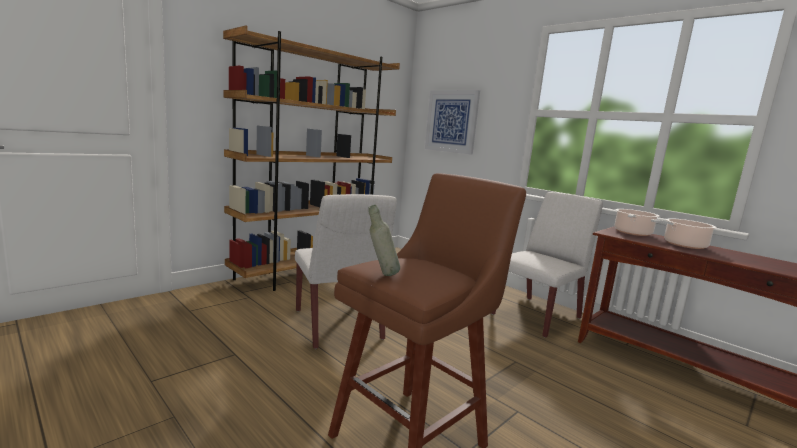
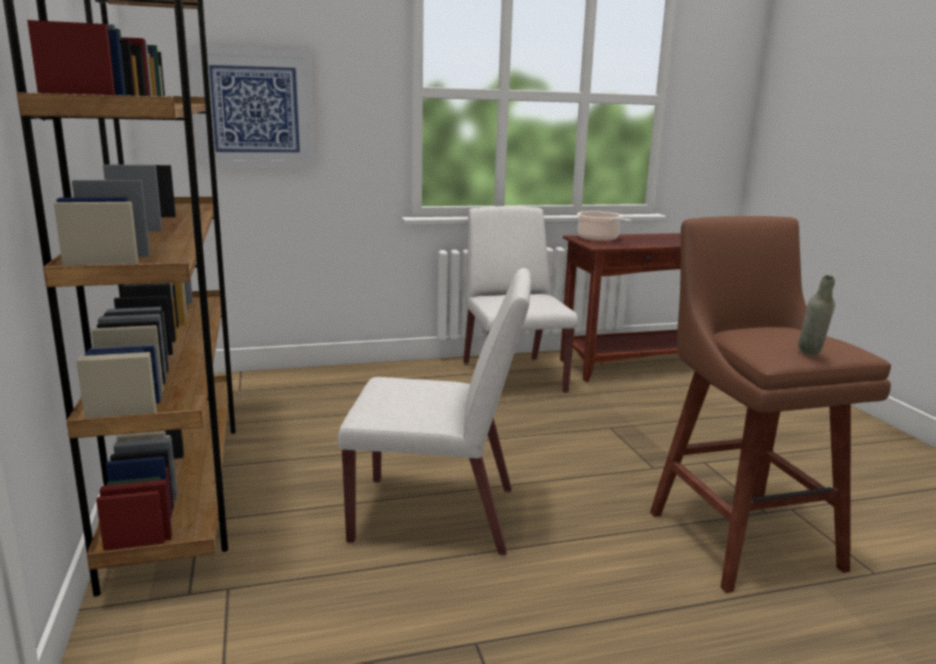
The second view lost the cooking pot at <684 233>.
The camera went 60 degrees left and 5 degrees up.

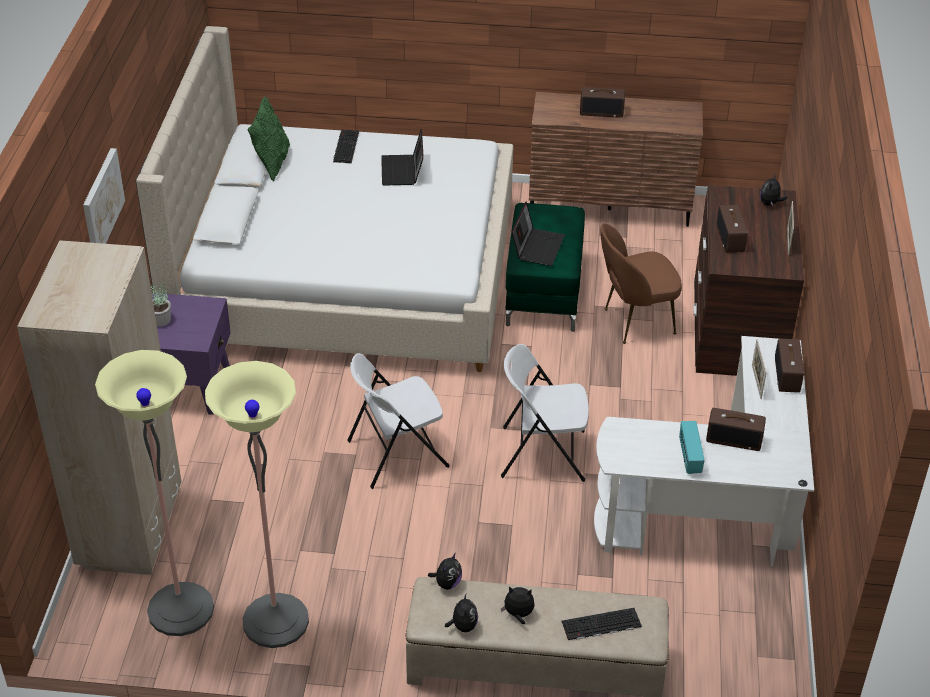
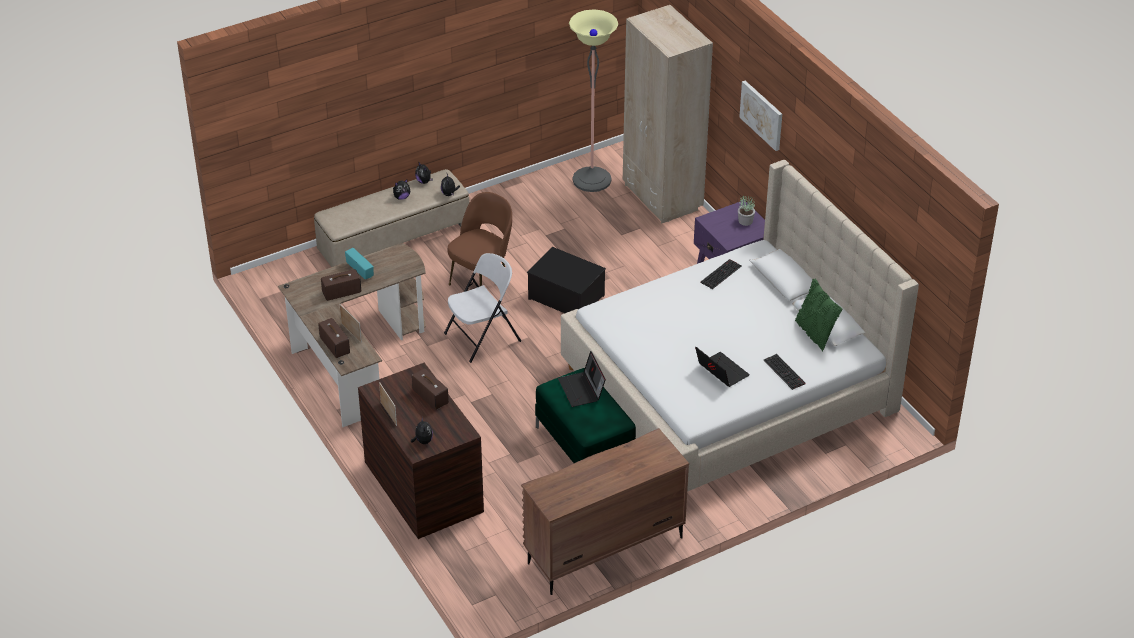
The second view lost the floor lamp at <257 504>.
Where the white chair stood at <398 421>, the storage box came to stand at <566 280>.
The keyboard ended up elsewhere, having gone from <601 624> to <721 274>.
The second view lost the radio at <602 102>.
What was the white desk at <704 451> turned into the brown desk at <352 335>.
The brown chair ended up elsewhere, having gone from <641 283> to <479 239>.
The camera went 145 degrees right and 0 degrees up.

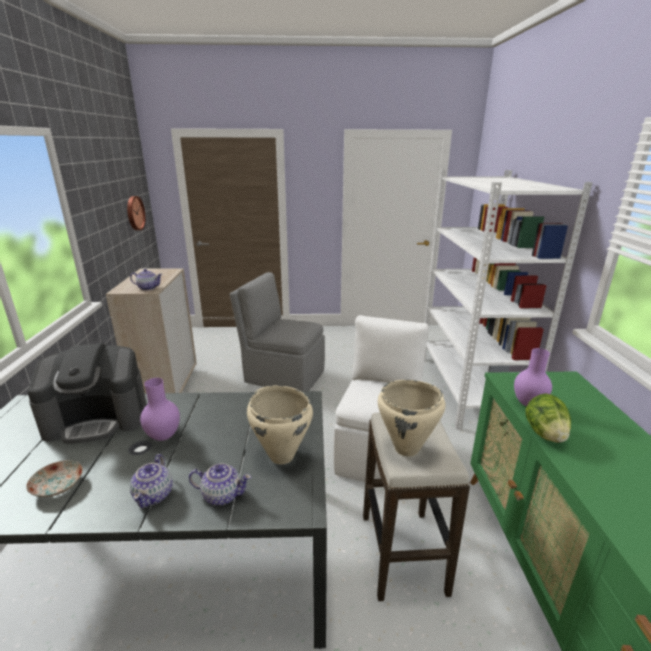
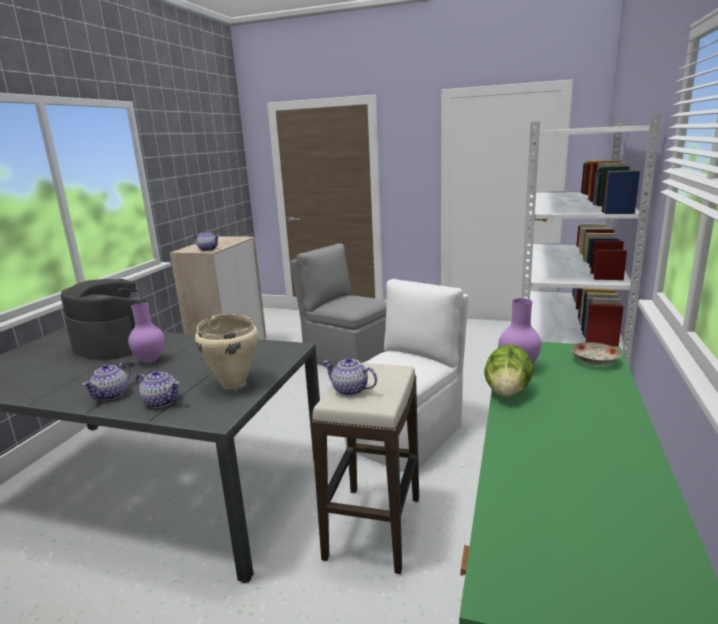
The plate ended up elsewhere, having gone from <54 478> to <596 353>.
The coffee machine at <87 393> ended up facing another way, 150 degrees counterclockwise from before.
The second view lost the wall clock at <136 213>.
Where the beige cooking pot stood at <411 418>, the teapot came to stand at <350 376>.
The camera went 20 degrees right and 5 degrees down.

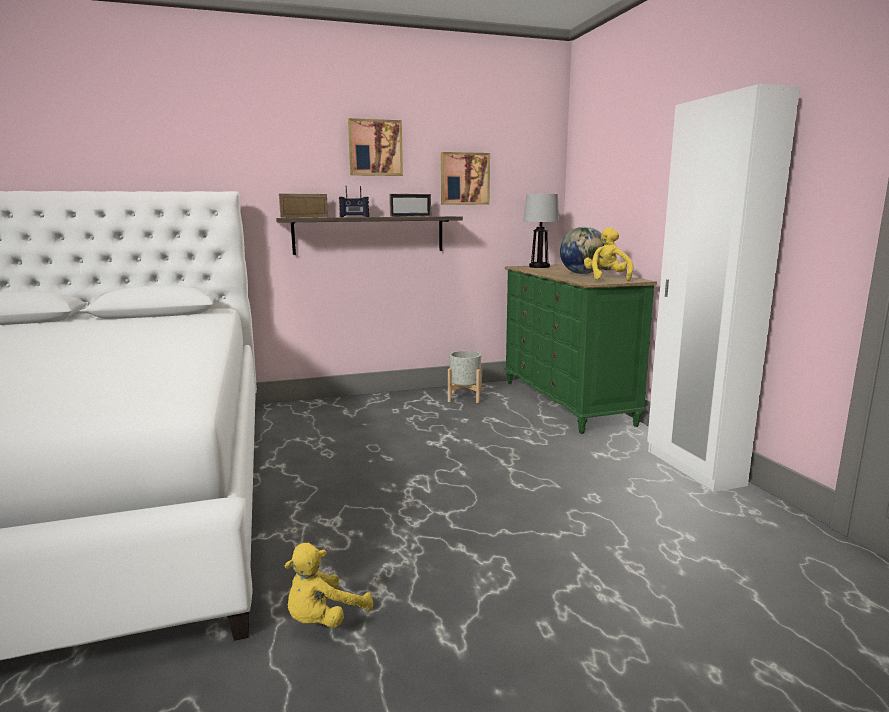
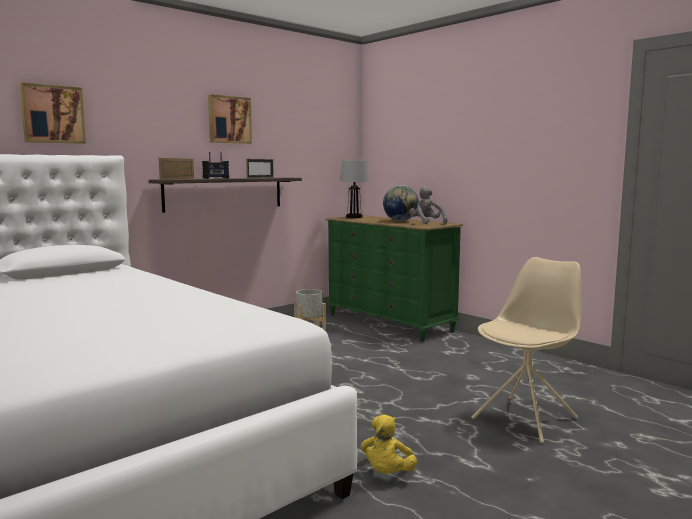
The picture ended up elsewhere, having gone from <465 178> to <53 113>.
What was the yellow plush toy at <608 254> turned into the grey plush toy at <428 205>.
The second view lost the white wardrobe at <723 288>.
The second view gained the beige chair at <526 350>.
The camera went 25 degrees left and 5 degrees down.

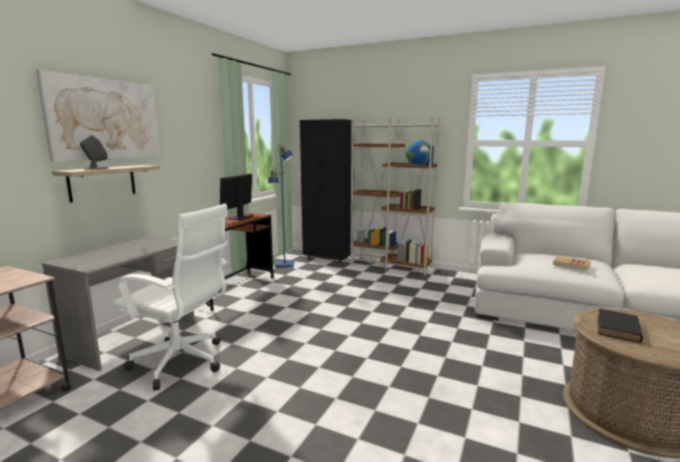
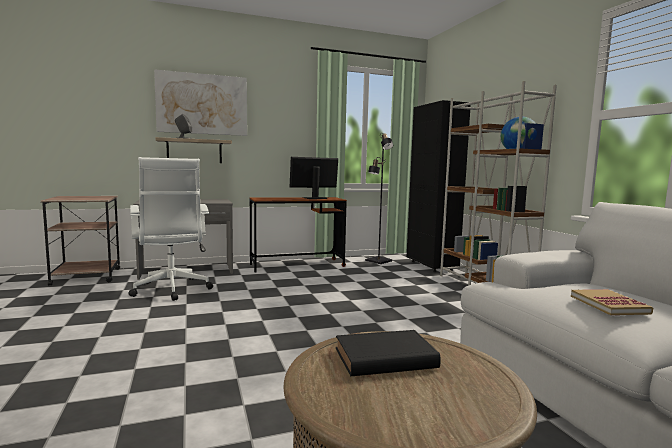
What was the blue floor lamp at <281 206> turned into the black floor lamp at <379 198>.
The camera went 45 degrees right and 5 degrees down.

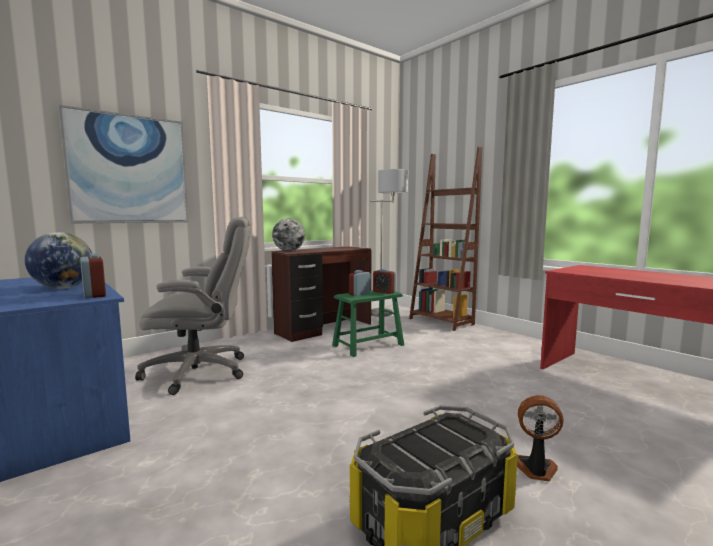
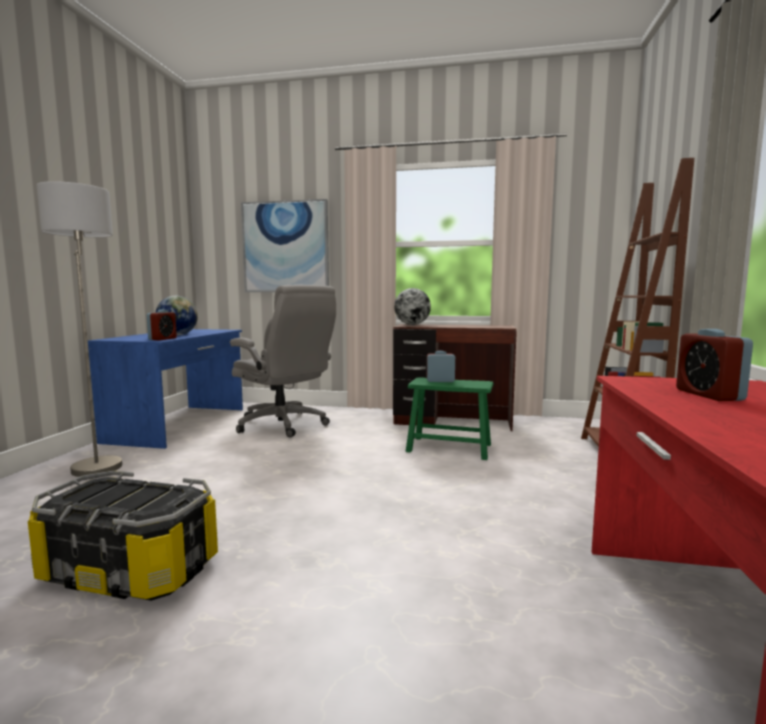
The grey floor lamp ended up elsewhere, having gone from <389 243> to <79 329>.
The alarm clock ended up elsewhere, having gone from <384 281> to <714 365>.
The second view lost the fan at <540 438>.
The camera went 50 degrees right and 0 degrees up.

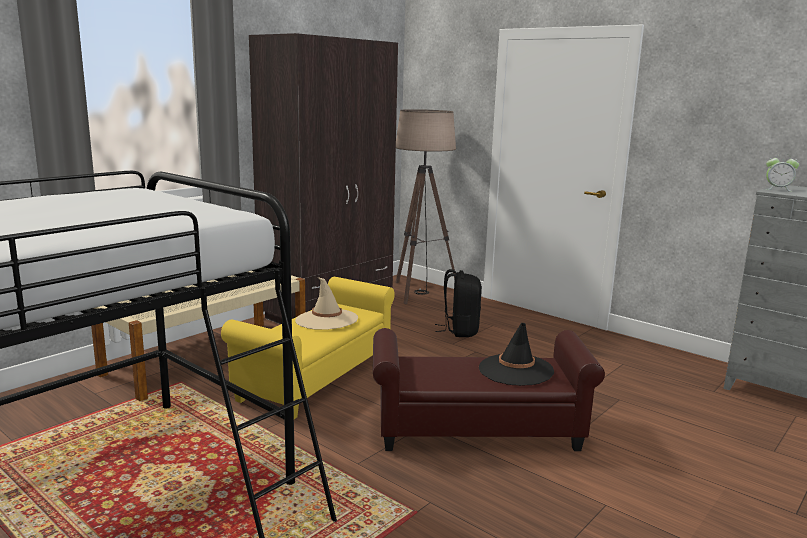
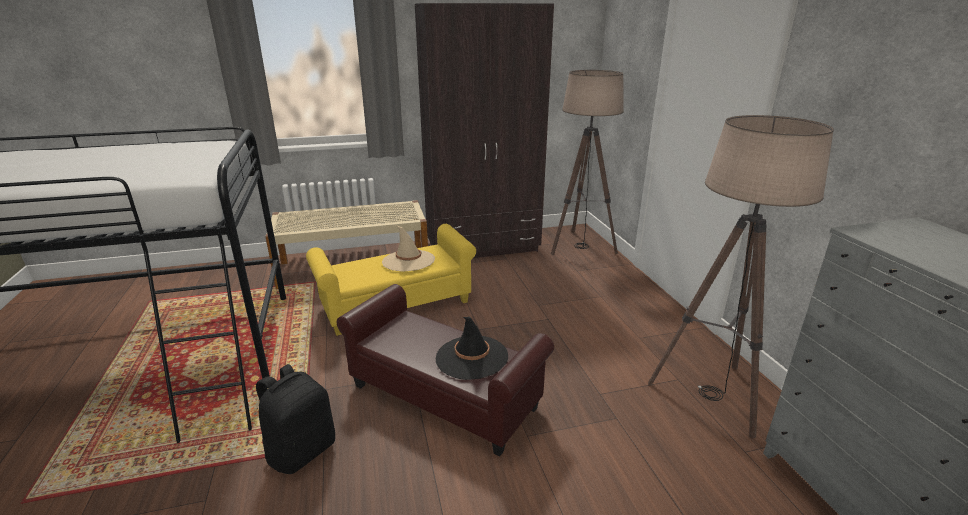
The black backpack ended up elsewhere, having gone from <458 303> to <295 419>.
The second view lost the alarm clock at <782 173>.
The second view gained the floor lamp at <741 277>.
The camera went 35 degrees right and 10 degrees up.

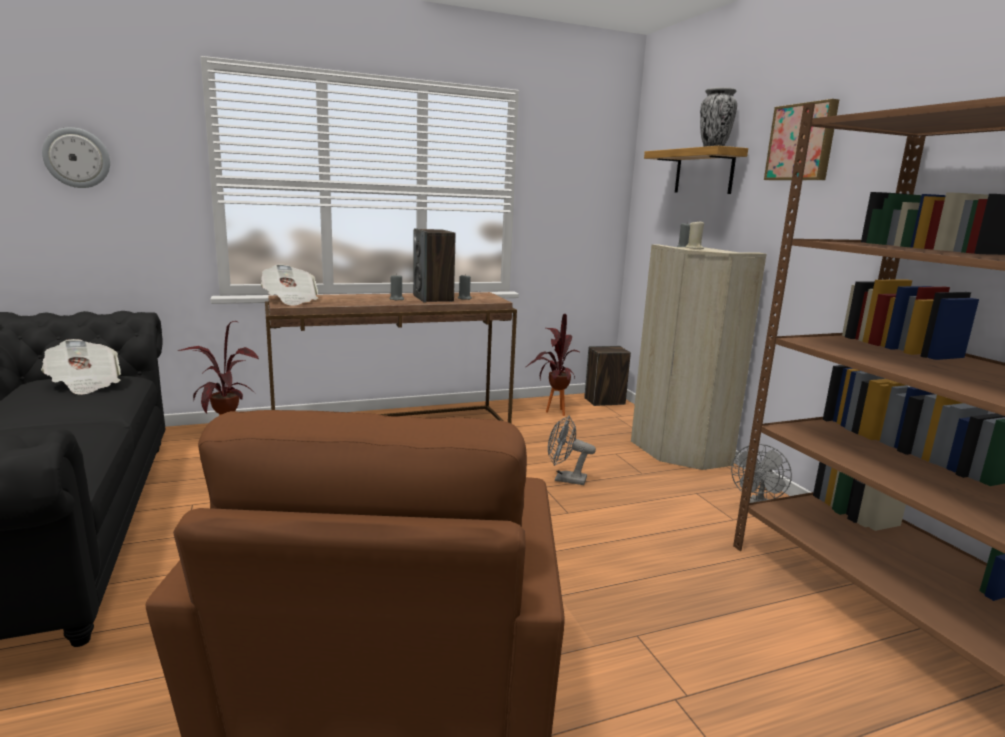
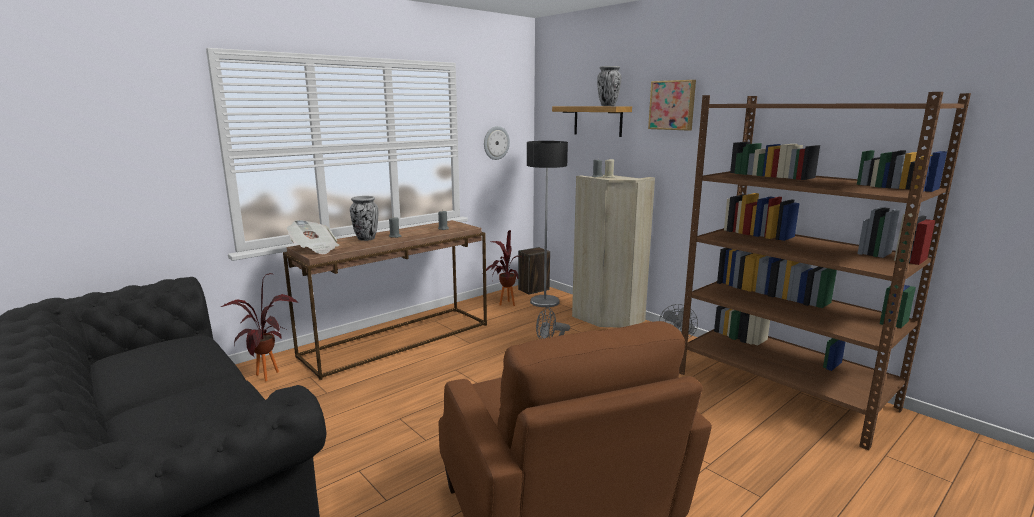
The second view lost the newspaper at <81 367>.
The wall clock ended up elsewhere, having gone from <76 157> to <497 143>.
The second view lost the speaker at <434 265>.
The second view gained the vase at <364 218>.
The second view gained the floor lamp at <547 224>.
The camera went 20 degrees left and 0 degrees up.

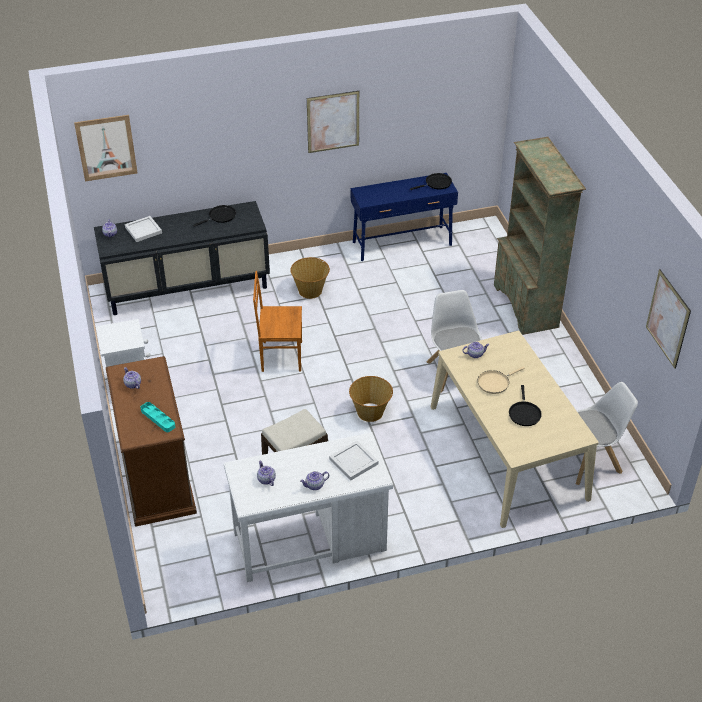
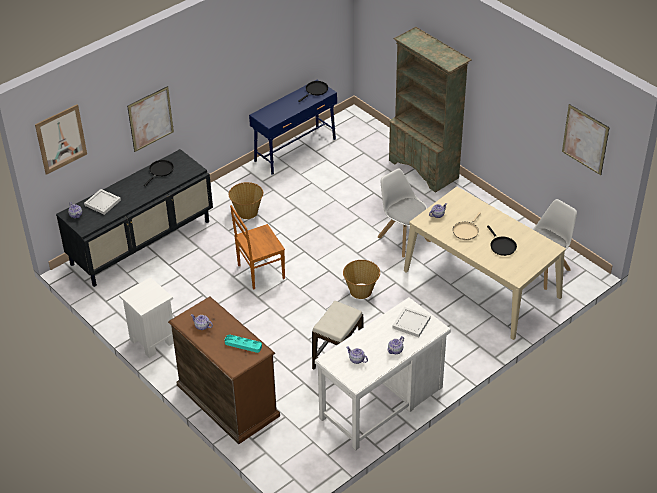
The picture ended up elsewhere, having gone from <333 122> to <150 119>.
The camera went 25 degrees left and 0 degrees up.

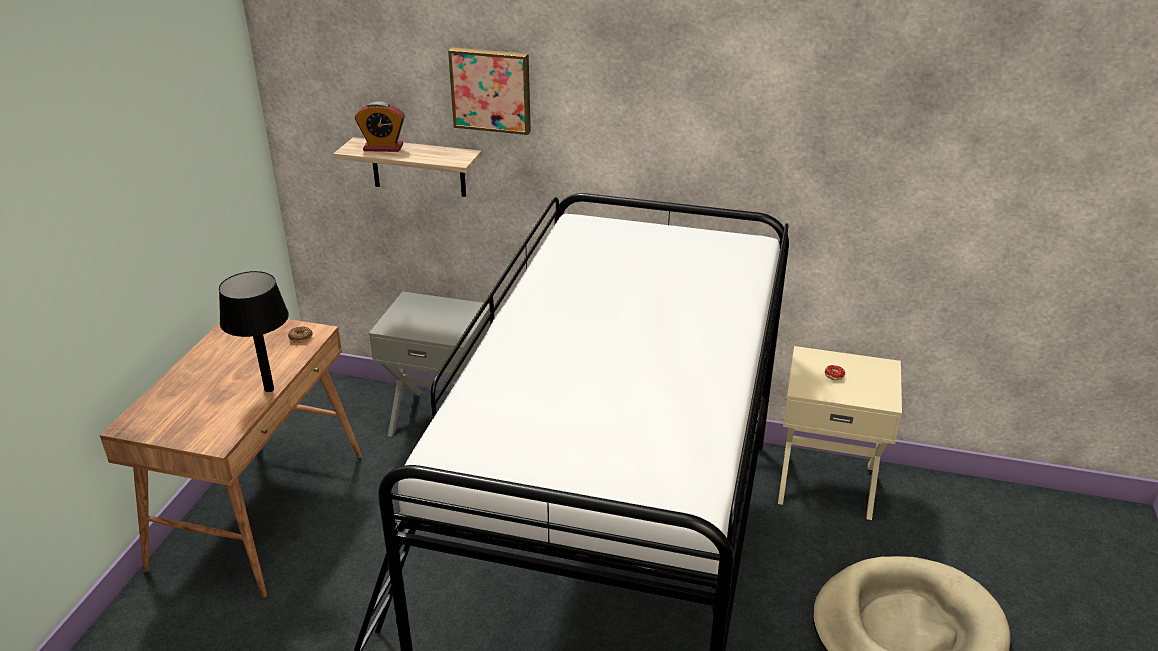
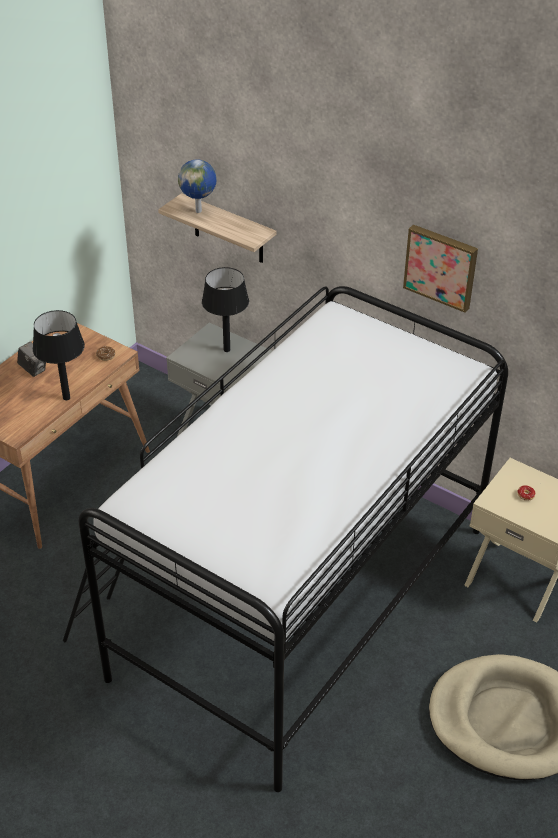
Where the alarm clock stood at <380 126>, the globe came to stand at <197 186>.
The picture ended up elsewhere, having gone from <489 91> to <440 269>.
The second view gained the photo camera at <31 359>.
The second view gained the black table lamp at <225 309>.
The camera went 20 degrees right and 10 degrees up.

